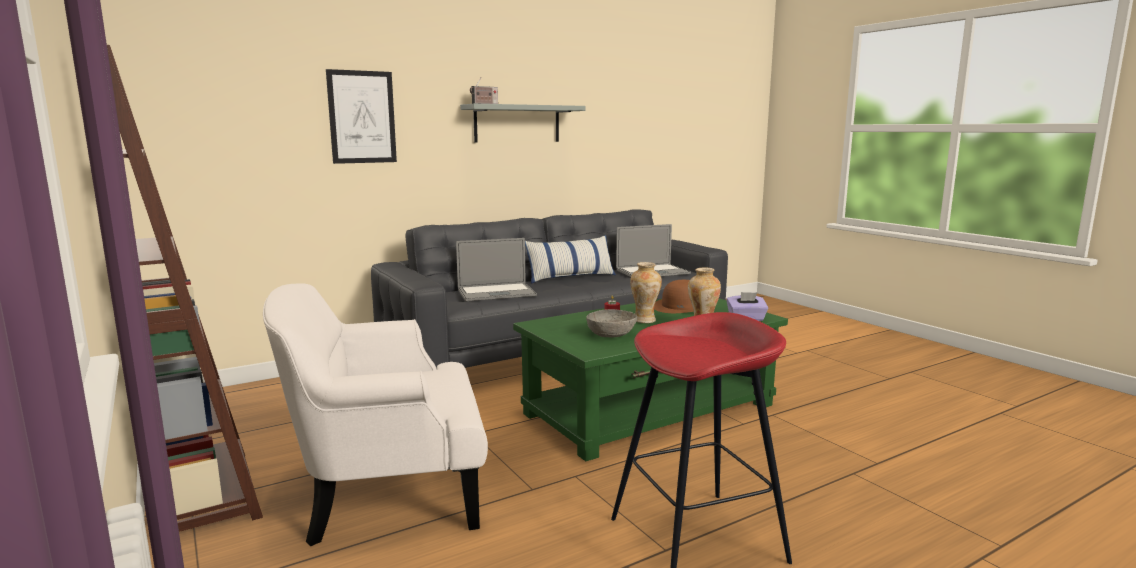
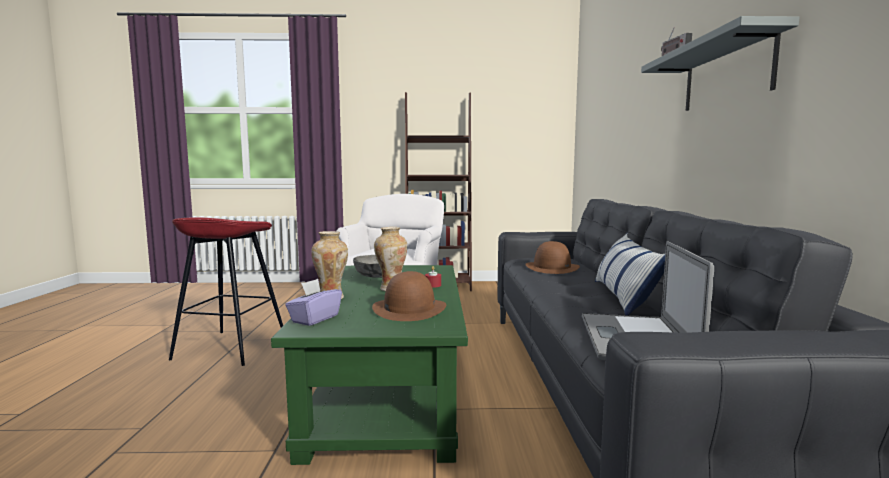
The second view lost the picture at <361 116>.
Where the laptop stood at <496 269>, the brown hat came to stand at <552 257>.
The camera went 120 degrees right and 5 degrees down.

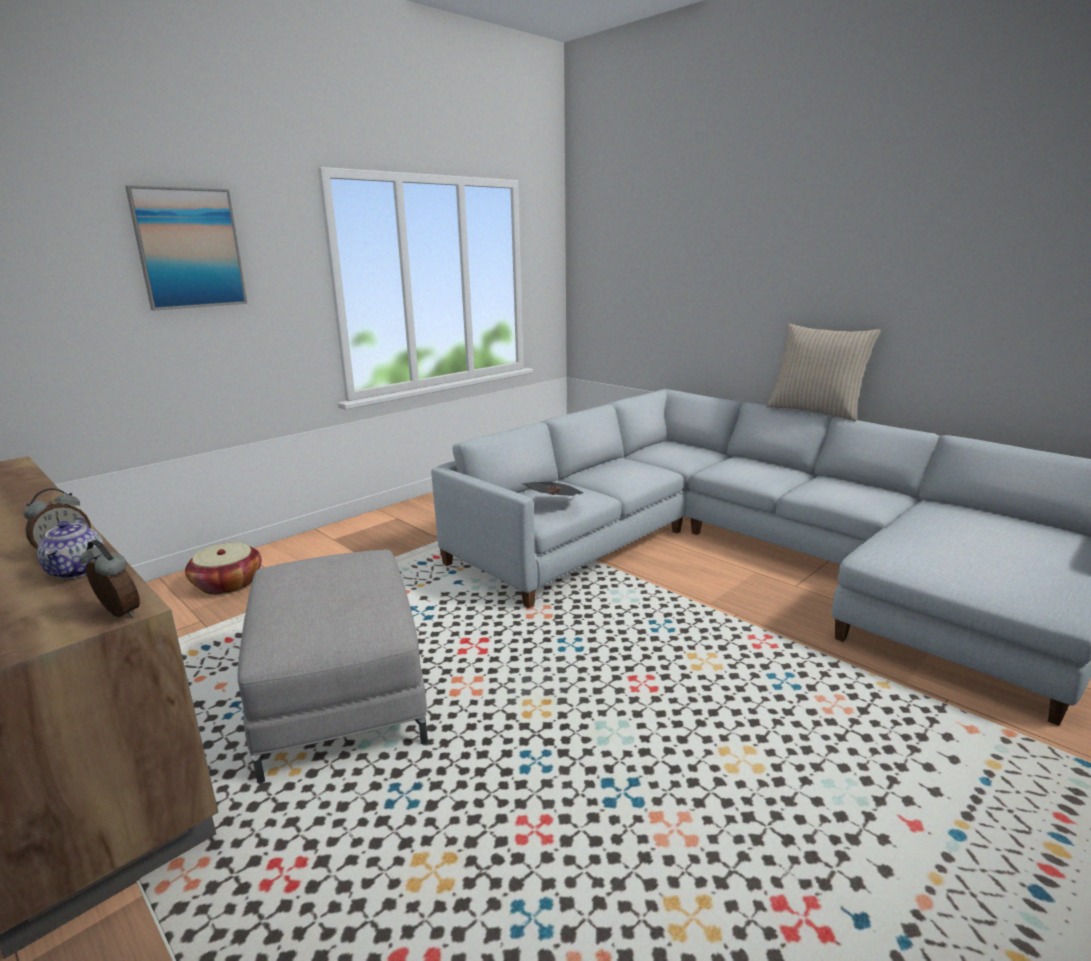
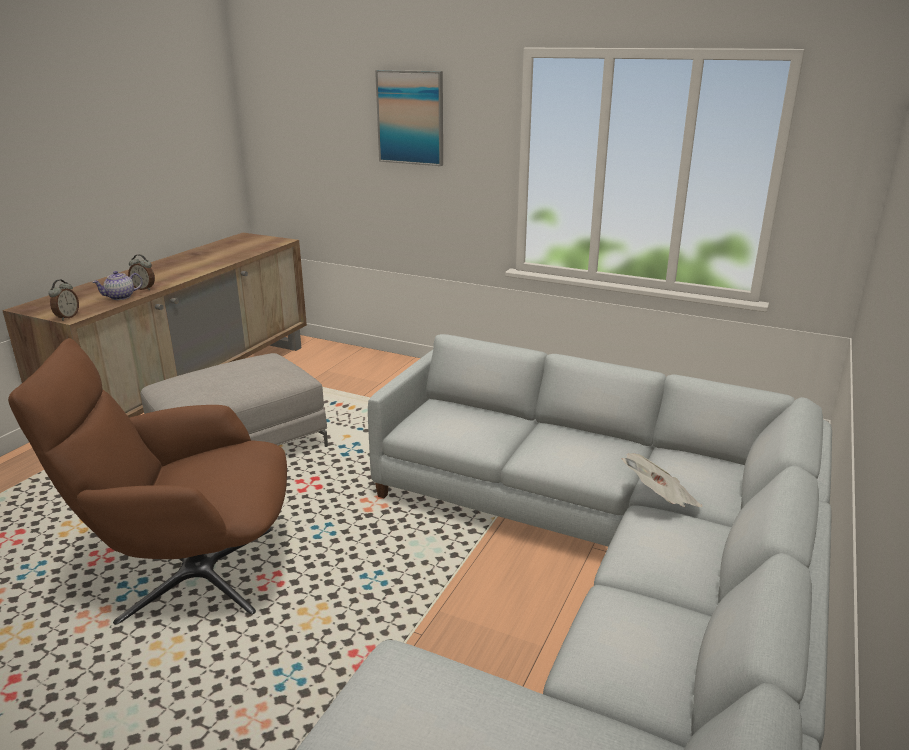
The second view lost the basket at <223 568>.
The newspaper ended up elsewhere, having gone from <552 489> to <661 480>.
The second view lost the beige pillow at <823 372>.
The second view gained the brown armchair at <147 481>.
The camera went 70 degrees right and 5 degrees up.

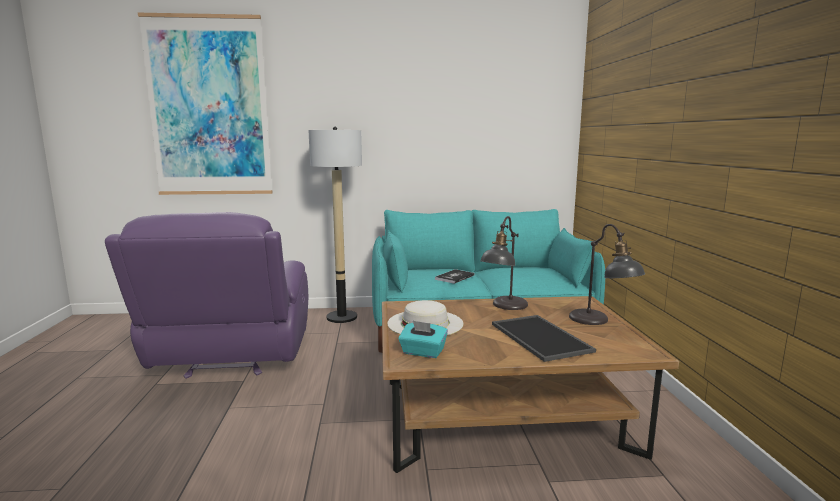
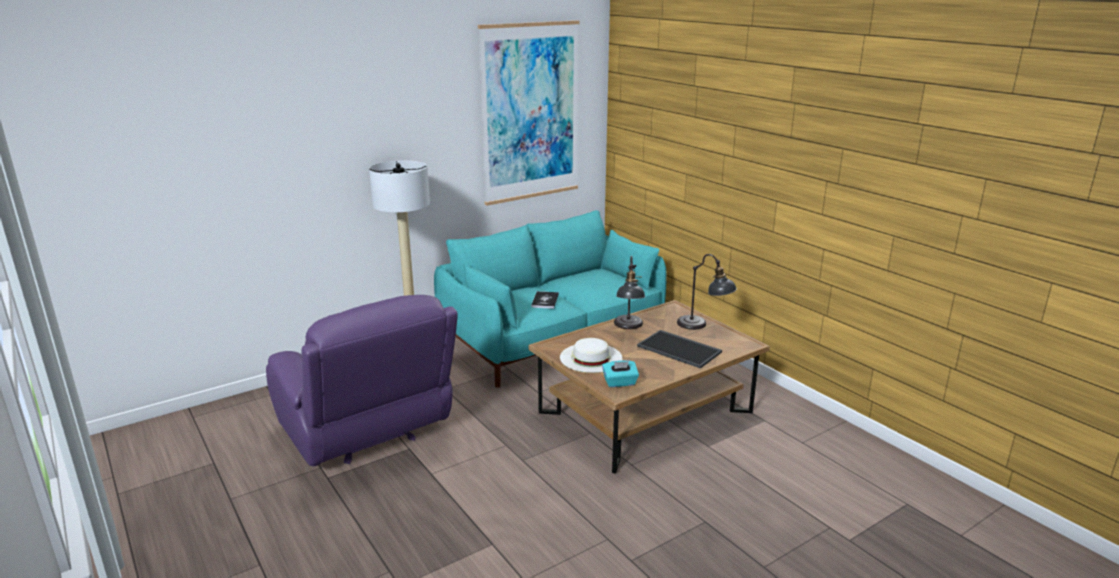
The picture ended up elsewhere, having gone from <205 104> to <529 113>.
The camera went 30 degrees left and 10 degrees up.

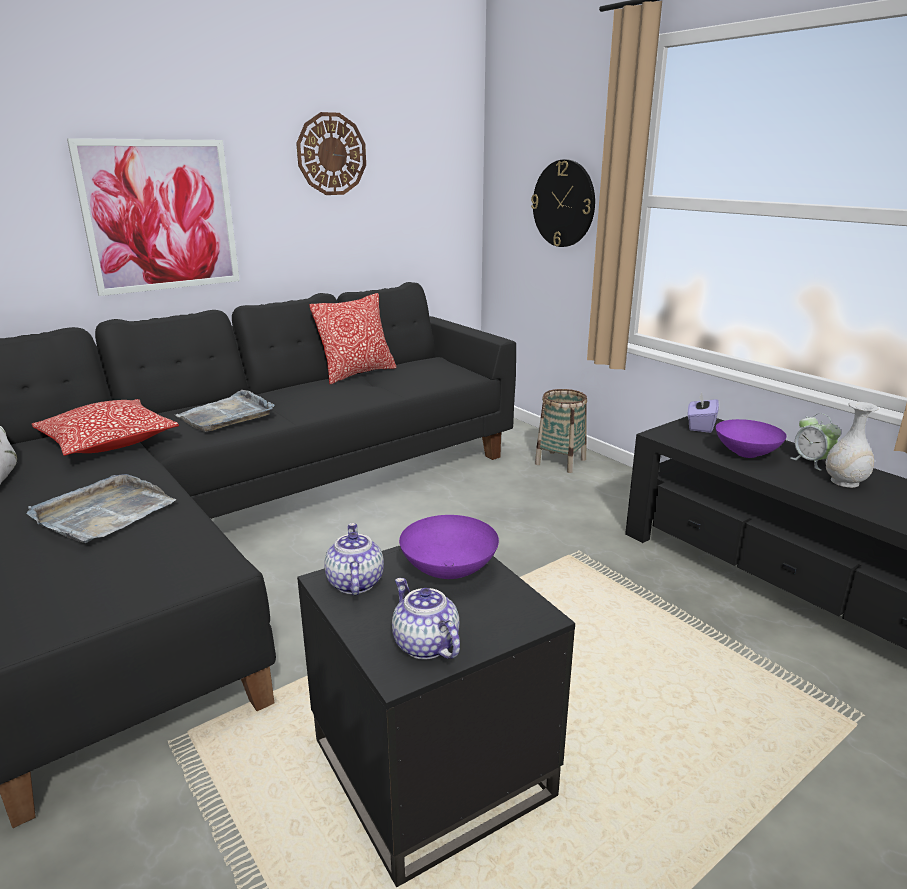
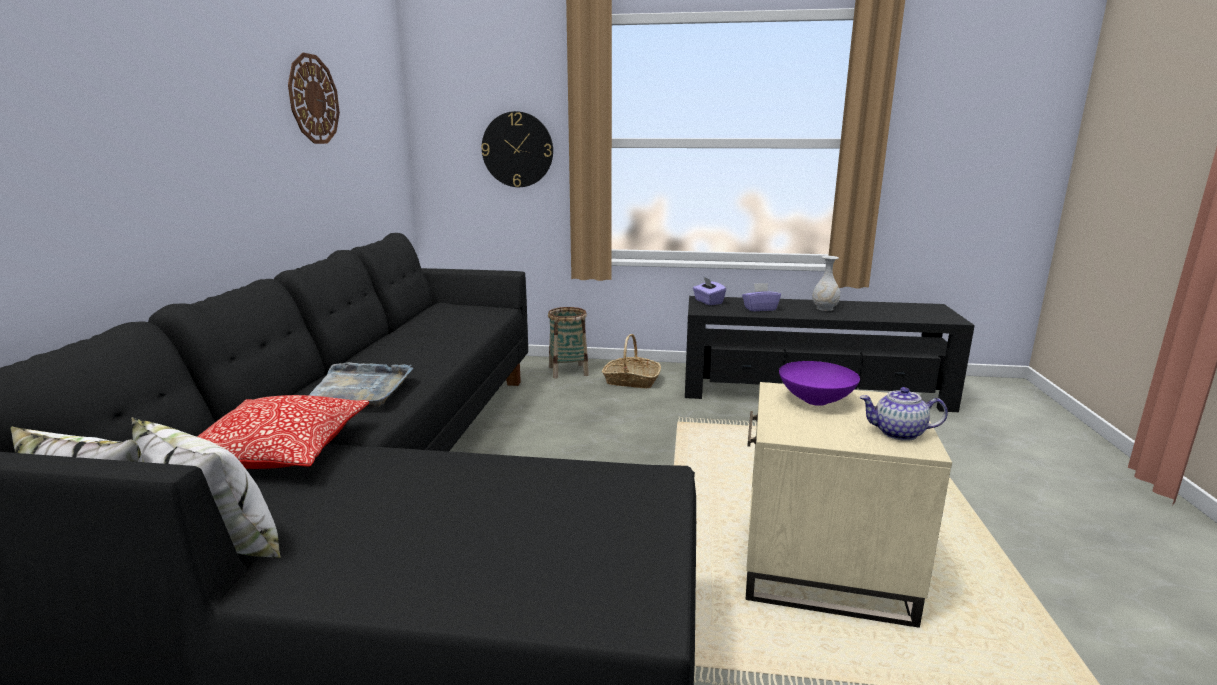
The second view lost the grey tray at <101 508>.
The second view lost the picture at <153 217>.
What was the black side table at <436 716> turned into the beige side table at <849 505>.
The second view lost the pillow at <353 338>.
The second view lost the teapot at <354 559>.
Where the purple bowl stood at <751 438>, the purple tissue box came to stand at <761 297>.
The second view lost the alarm clock at <816 442>.
The second view gained the basket at <631 361>.
The camera went 45 degrees left and 5 degrees down.

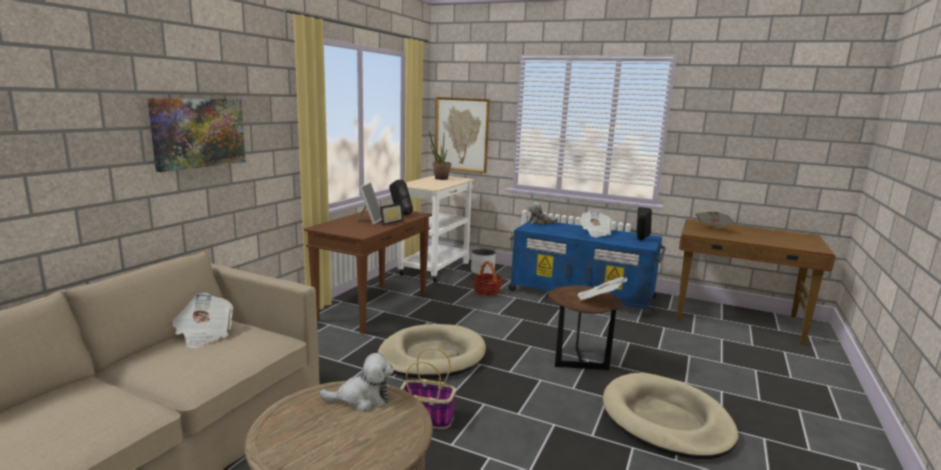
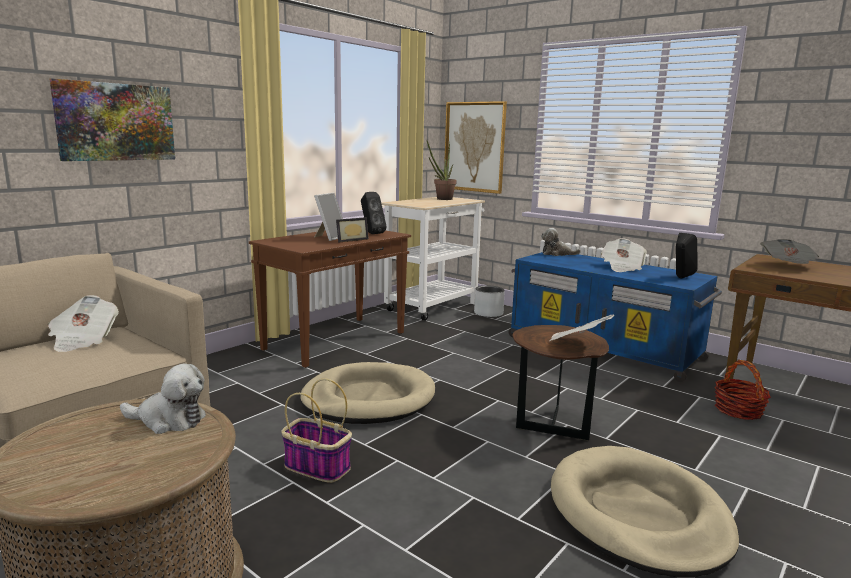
The basket ended up elsewhere, having gone from <488 278> to <743 390>.
The camera went 15 degrees right and 0 degrees up.

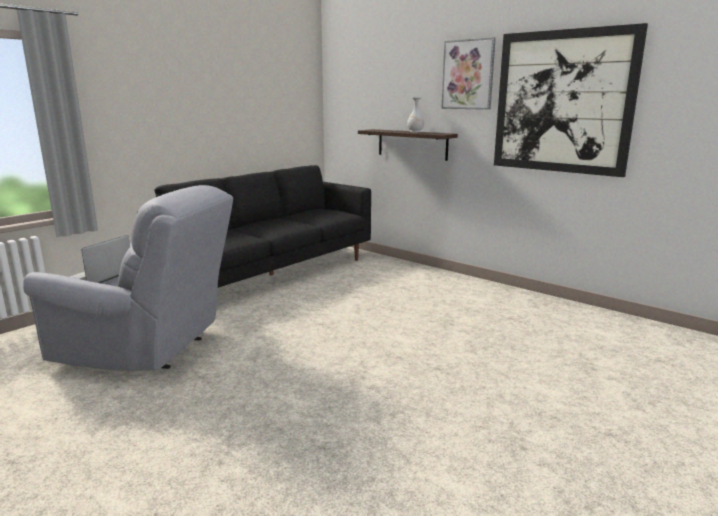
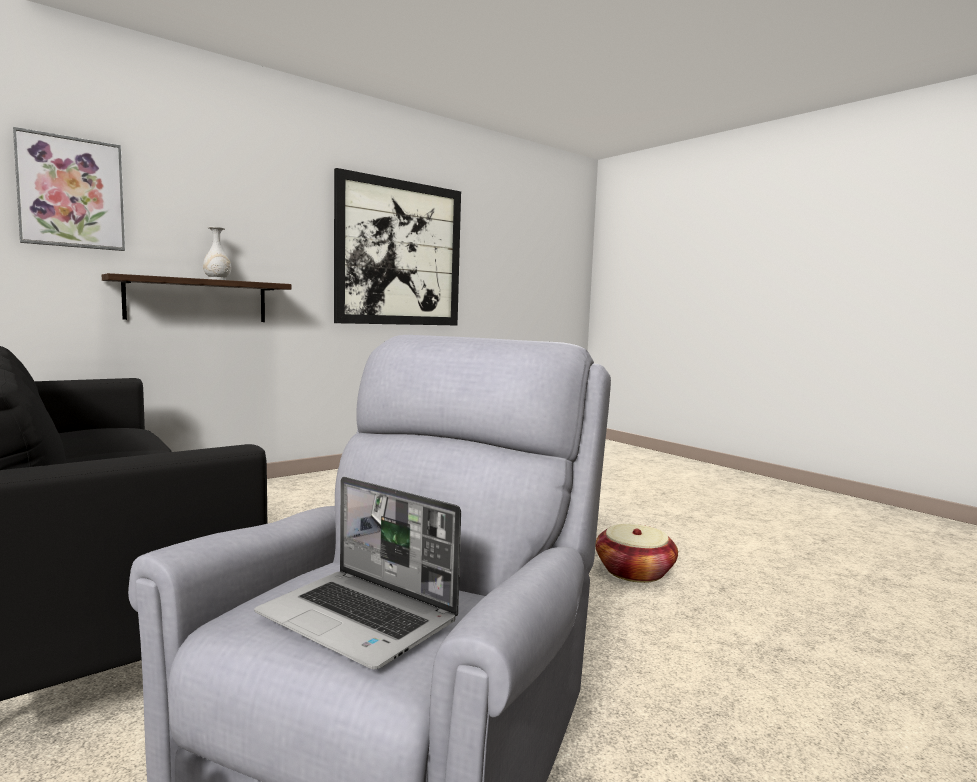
The picture ended up elsewhere, having gone from <468 73> to <69 189>.
The second view gained the basket at <636 553>.
The camera went 80 degrees left and 10 degrees down.

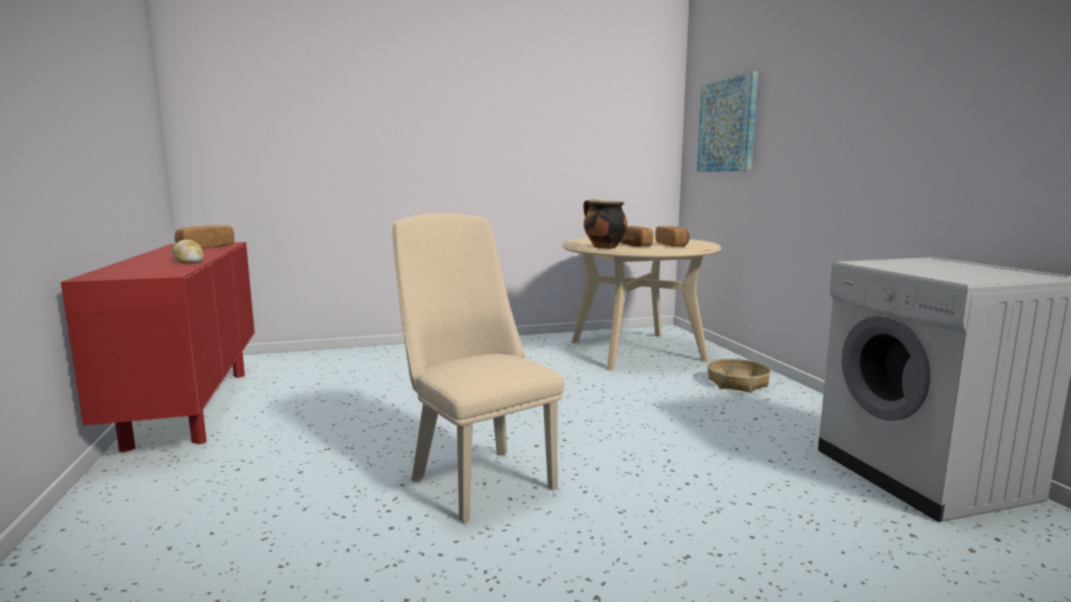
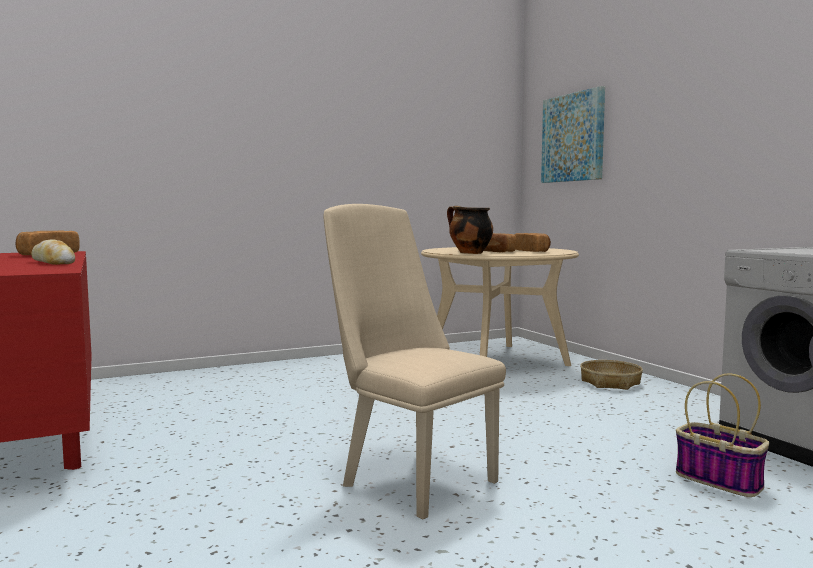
The second view gained the basket at <722 435>.
The camera went 10 degrees left and 5 degrees down.

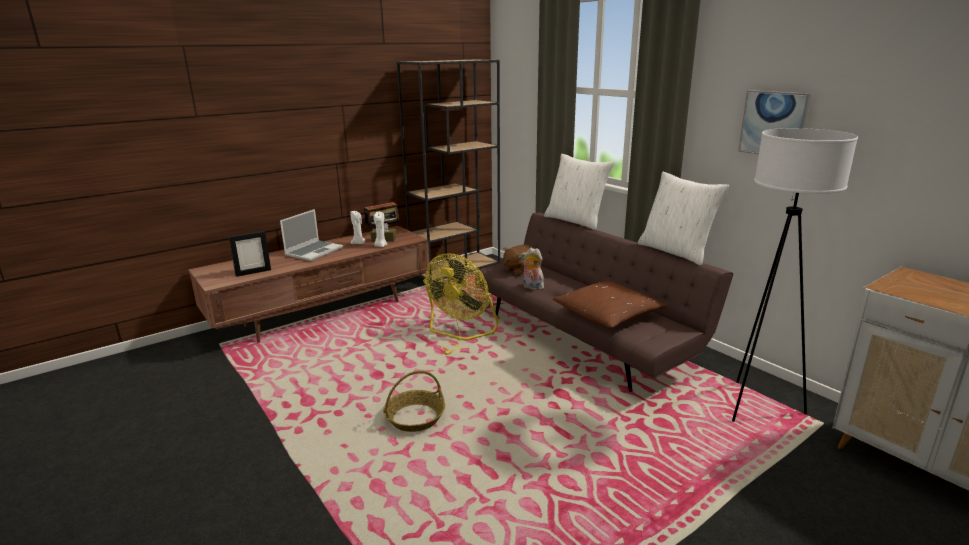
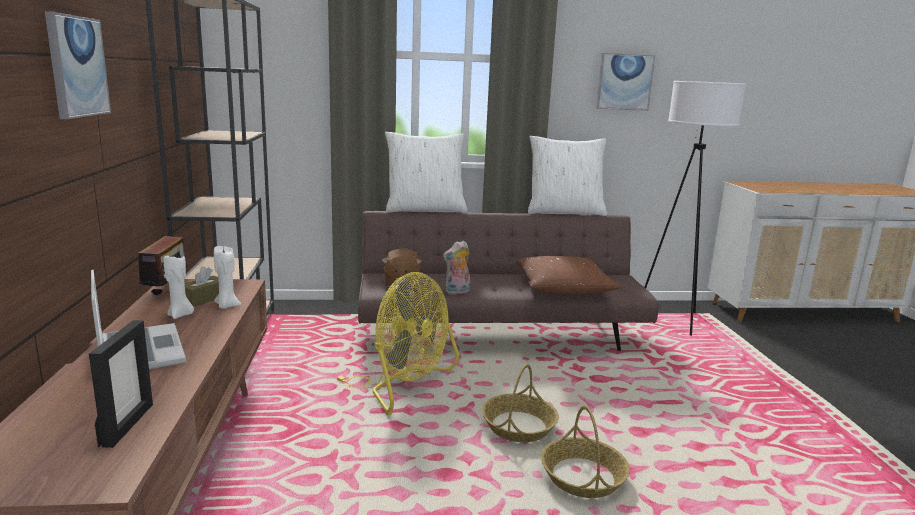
The yellow fan at <460 304> ended up facing another way, 150 degrees clockwise from before.
The second view gained the picture at <78 65>.
The second view gained the basket at <520 403>.
The camera went 60 degrees left and 5 degrees down.

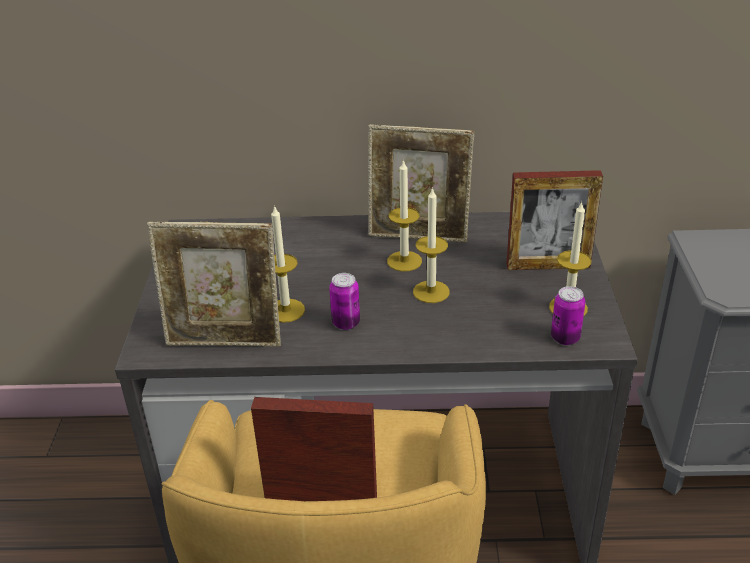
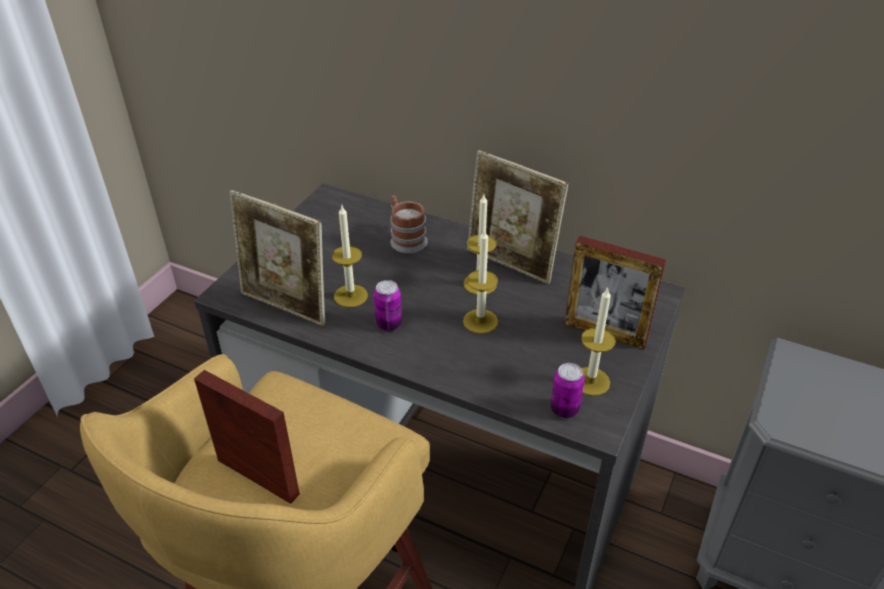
The second view gained the mug at <409 224>.
The camera went 25 degrees right and 5 degrees up.

